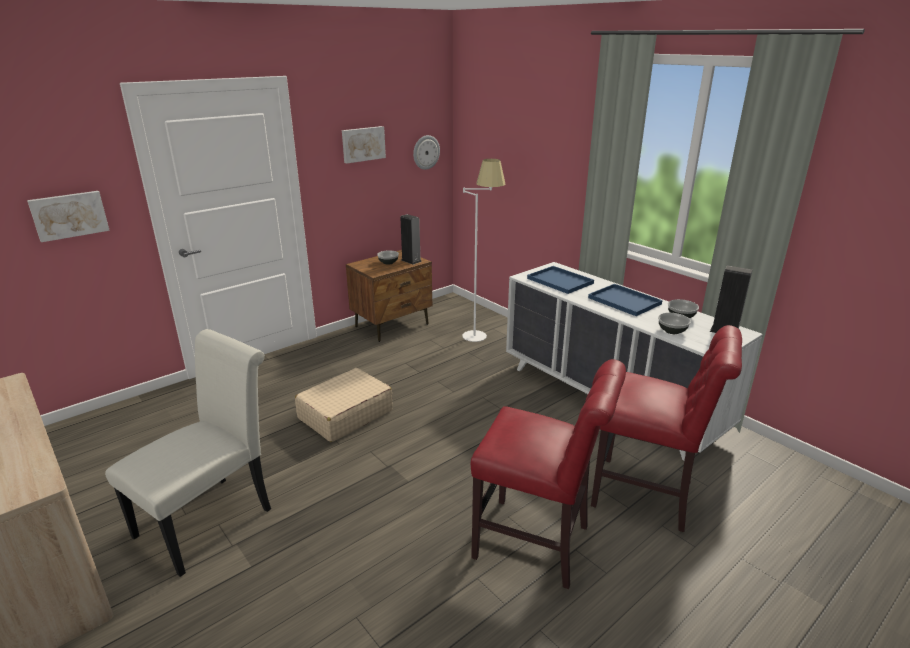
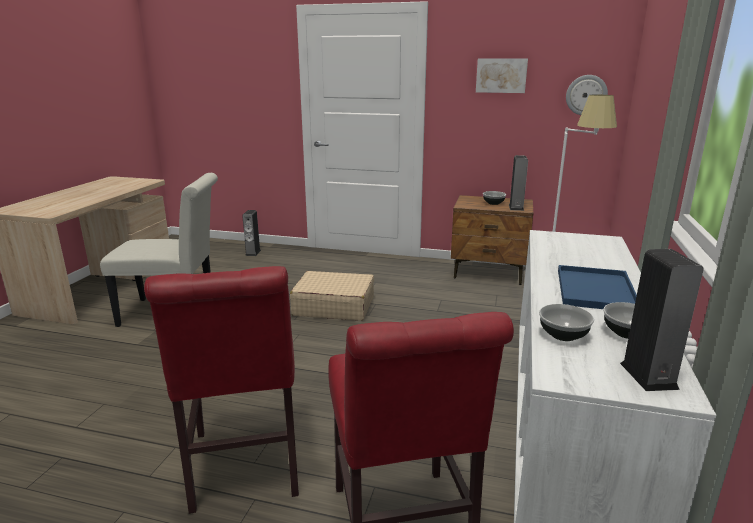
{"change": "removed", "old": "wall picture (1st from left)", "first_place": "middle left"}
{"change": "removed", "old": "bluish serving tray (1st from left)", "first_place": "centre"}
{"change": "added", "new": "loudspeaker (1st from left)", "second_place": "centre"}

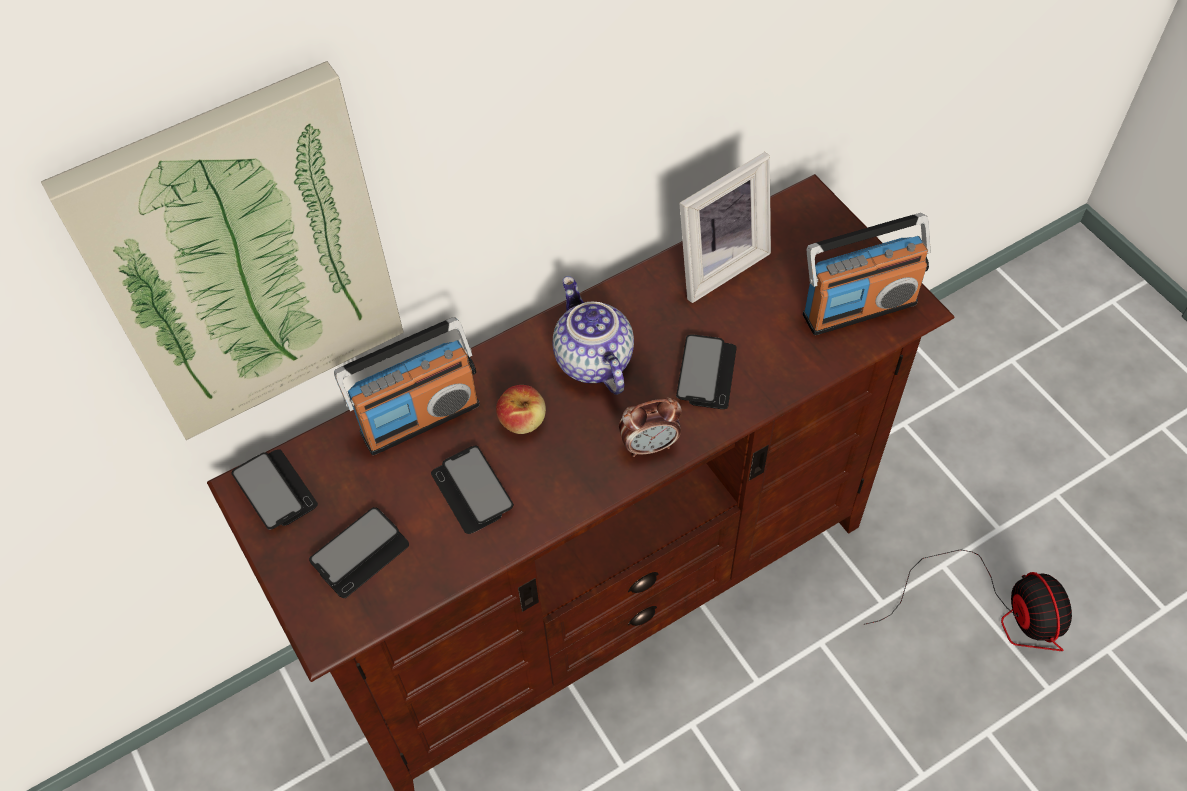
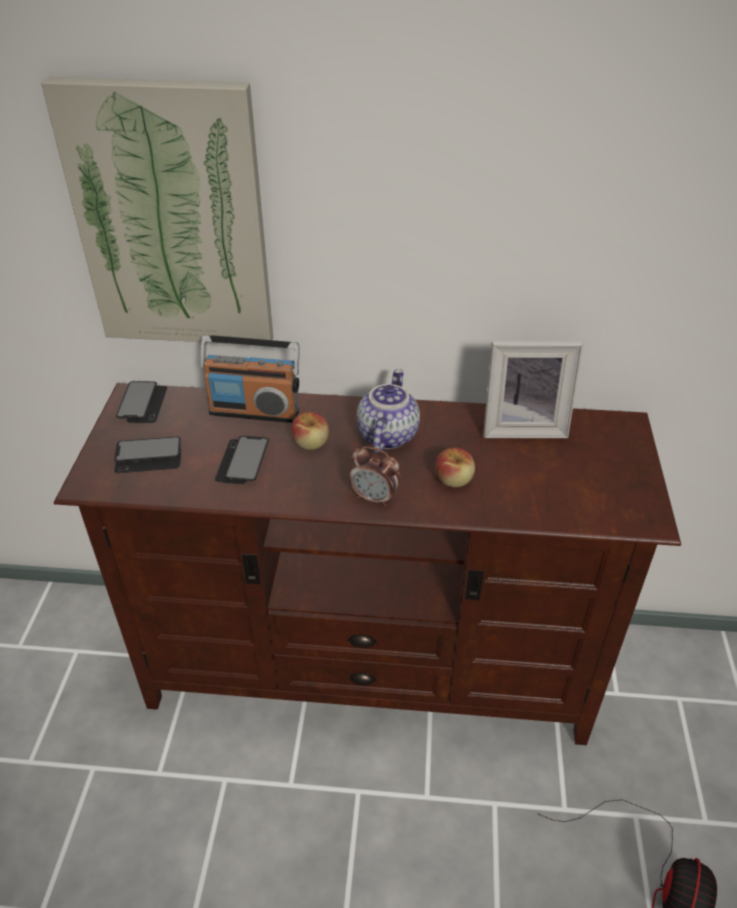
{"change": "removed", "old": "radio (2nd from left)", "first_place": "middle right"}
{"change": "replaced", "old": "telephone (4th from left)", "new": "apple (2nd from left)", "first_place": "centre", "second_place": "centre"}

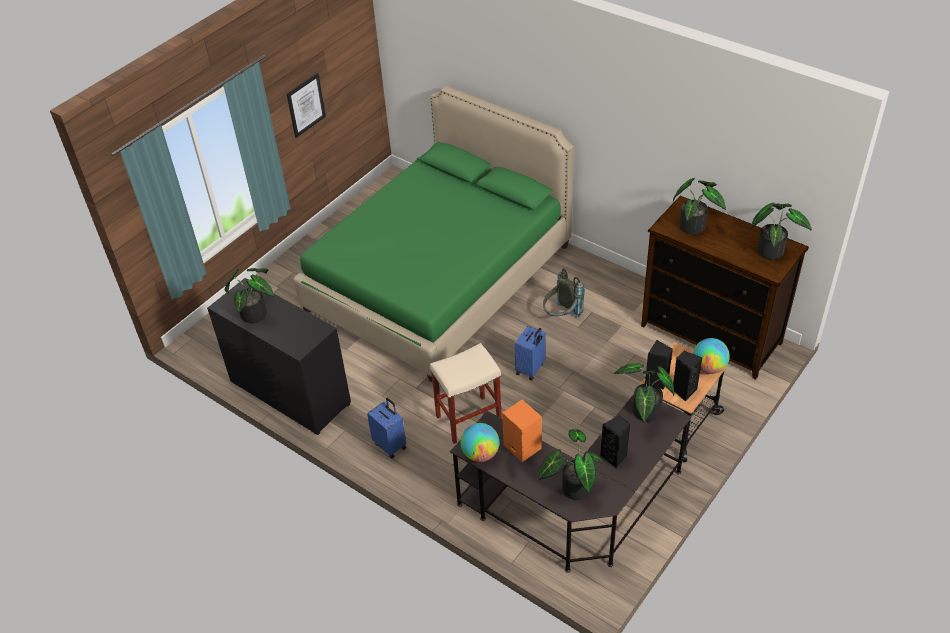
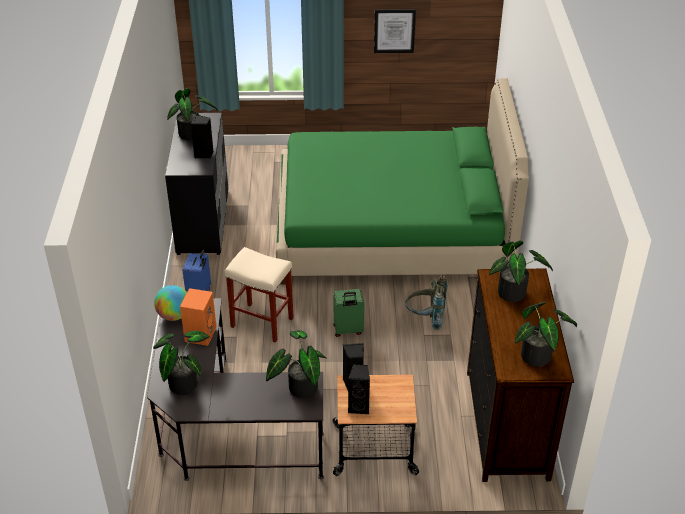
{"change": "recoloured", "old": "bluish suitcase (2nd from left)", "new": "greenish suitcase", "first_place": "centre", "second_place": "centre"}
{"change": "removed", "old": "world globe (2nd from left)", "first_place": "middle right"}
{"change": "moved", "old": "black loudspeaker (1st from left)", "first_place": "bottom centre", "second_place": "top left"}

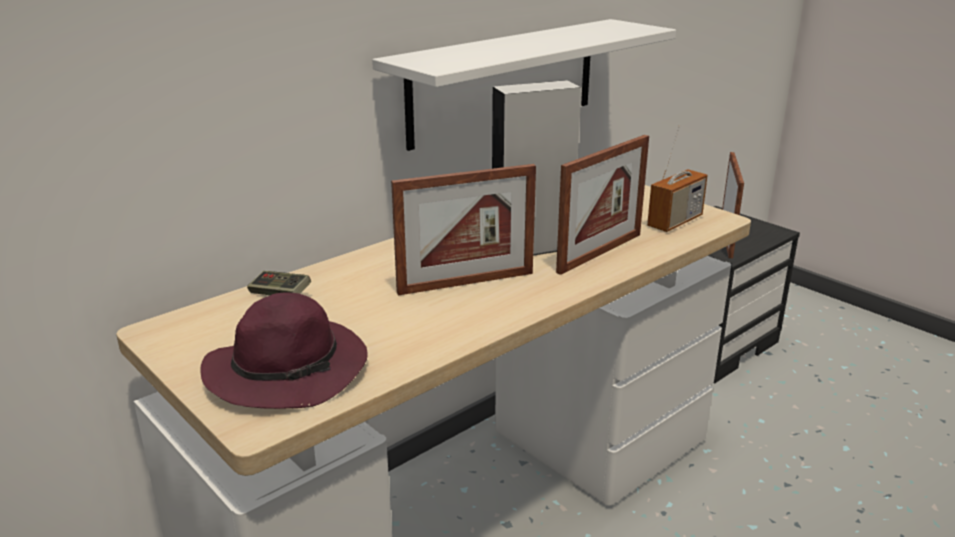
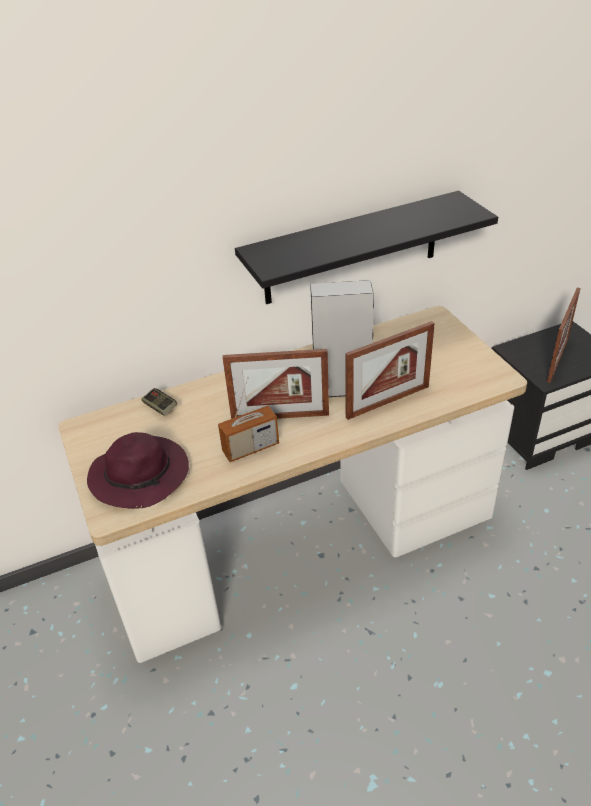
{"change": "recoloured", "old": "white wall shelf", "new": "black wall shelf", "first_place": "top centre", "second_place": "top centre"}
{"change": "moved", "old": "radio", "first_place": "top right", "second_place": "centre"}

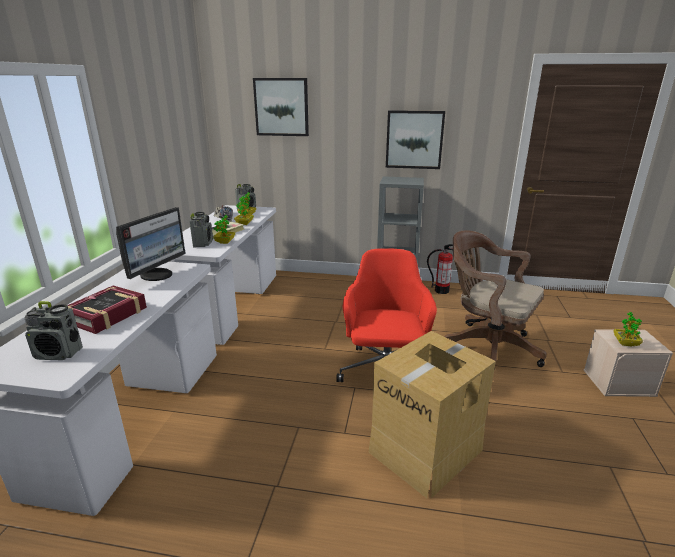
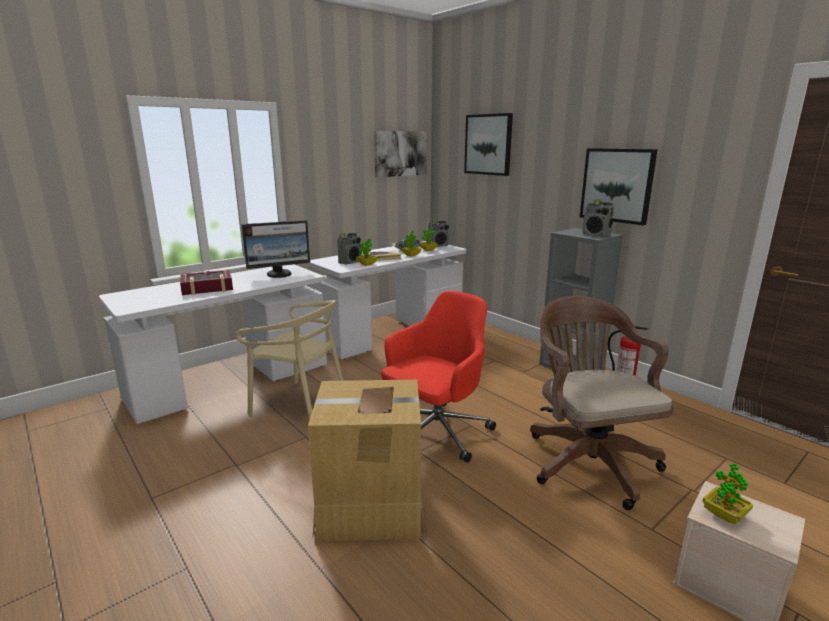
{"change": "moved", "old": "radio (1st from left in the first image)", "new": "radio (3rd from left)", "first_place": "middle left", "second_place": "middle right"}
{"change": "added", "new": "wall picture (1st from left)", "second_place": "top centre"}
{"change": "added", "new": "beige plain chair", "second_place": "centre"}

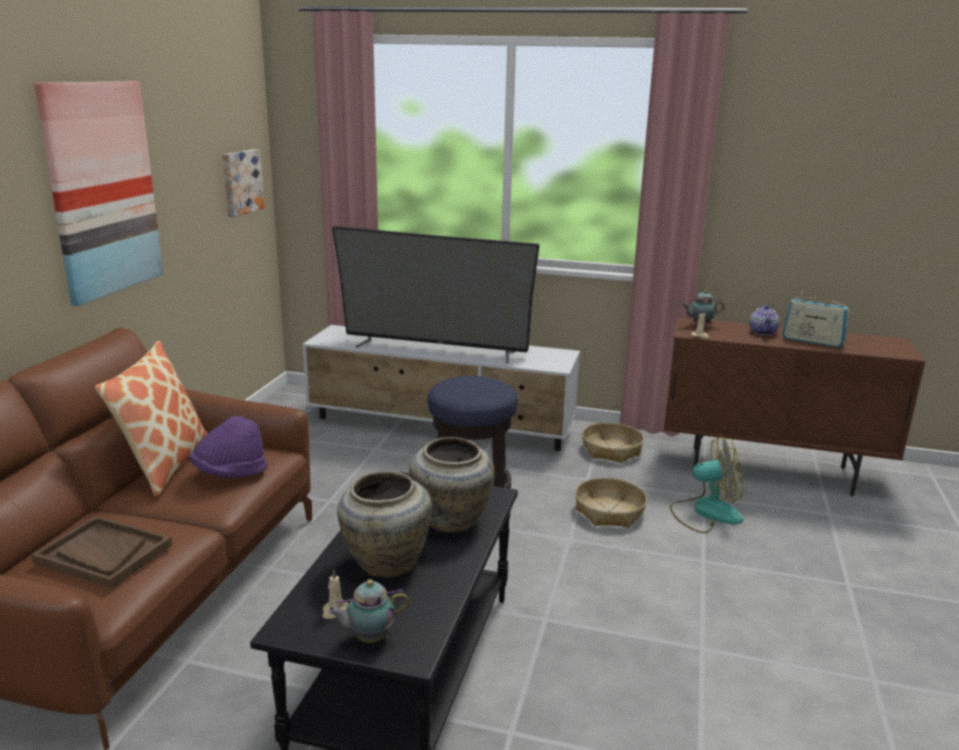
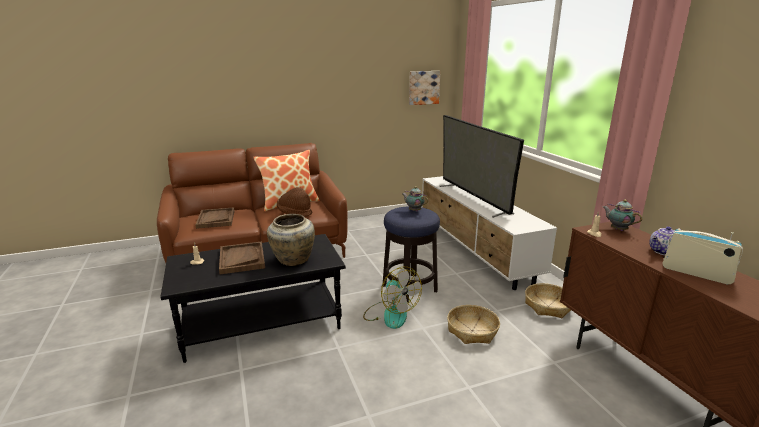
{"change": "removed", "old": "wall picture (1st from left)", "first_place": "top left"}
{"change": "turned", "old": "radio", "first_place": "middle right", "second_place": "middle right", "degrees": 135}
{"change": "recoloured", "old": "purple clothing hat", "new": "brown-coloured clothing hat", "first_place": "middle left", "second_place": "centre"}
{"change": "moved", "old": "fan", "first_place": "middle right", "second_place": "bottom centre"}
{"change": "replaced", "old": "beige flower vase (1st from left)", "new": "brown-coloured serving tray (2nd from left)", "first_place": "bottom centre", "second_place": "middle left"}
{"change": "moved", "old": "teapot (1st from left)", "first_place": "bottom centre", "second_place": "centre"}

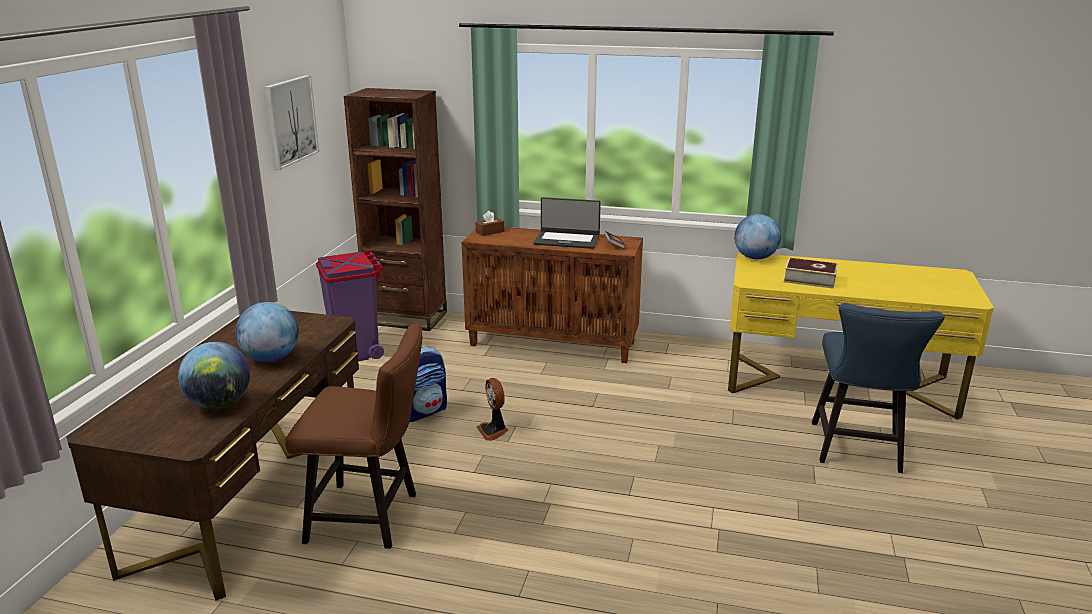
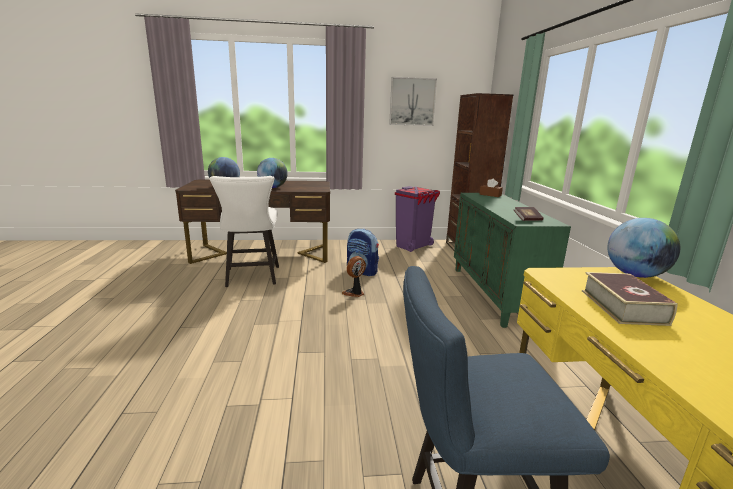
{"change": "removed", "old": "portable computer", "first_place": "centre"}
{"change": "recoloured", "old": "brown-coloured cupboard", "new": "greenish cupboard", "first_place": "centre", "second_place": "middle right"}
{"change": "recoloured", "old": "brown-coloured plain chair", "new": "white plain chair", "first_place": "bottom left", "second_place": "middle left"}

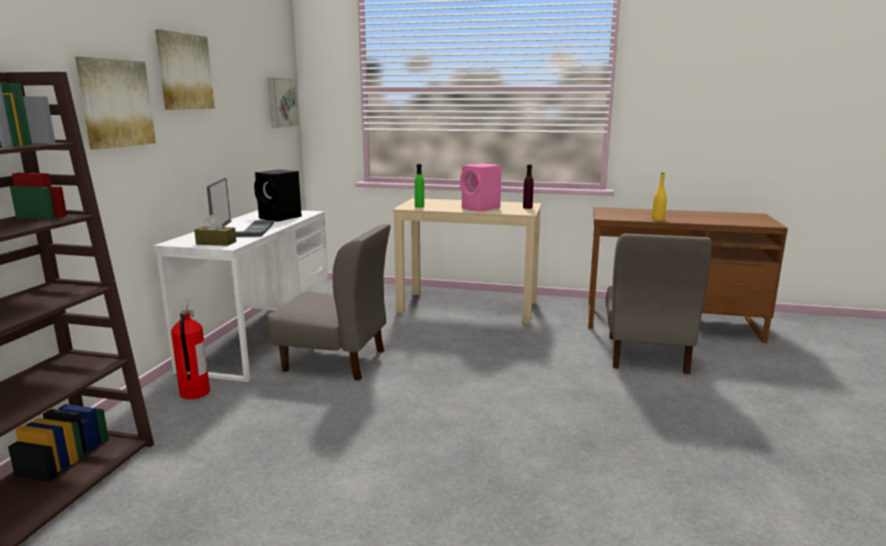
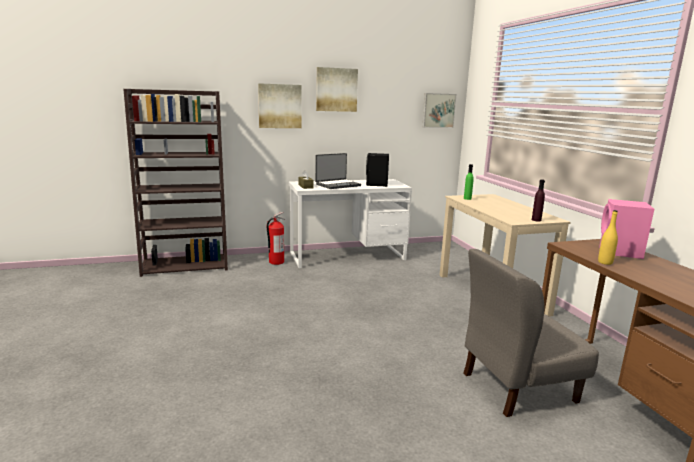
{"change": "moved", "old": "pinkish loudspeaker", "first_place": "centre", "second_place": "middle right"}
{"change": "removed", "old": "greyish plain chair (1st from left)", "first_place": "centre"}

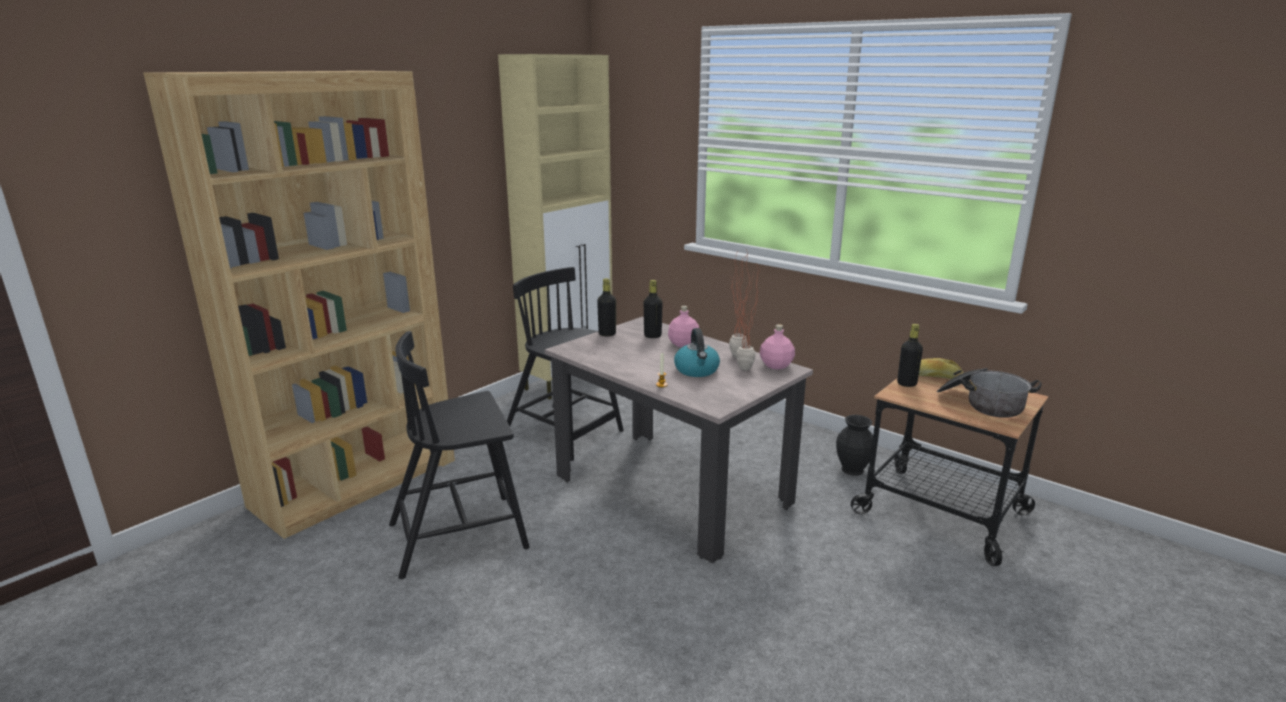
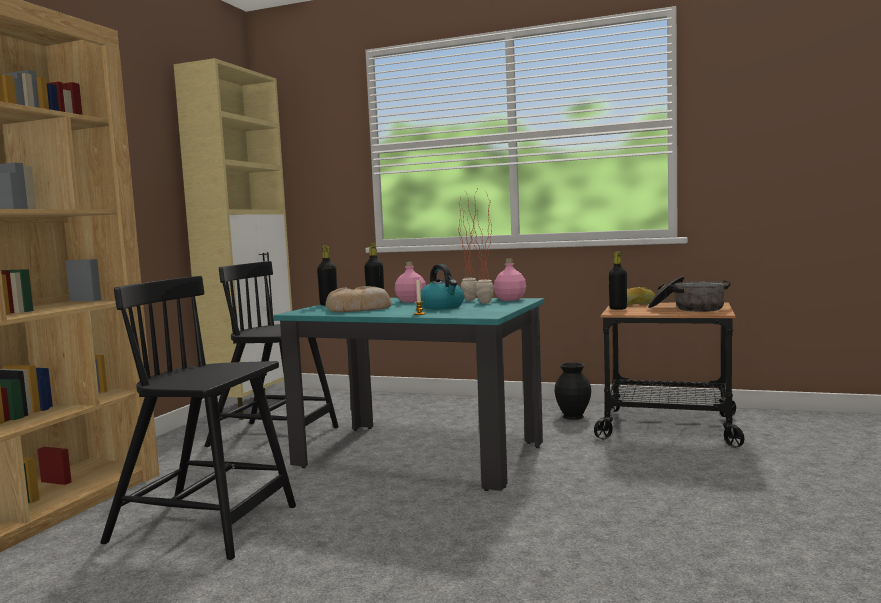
{"change": "recoloured", "old": "beige kitchen table", "new": "turquoise-coloured kitchen table", "first_place": "centre", "second_place": "centre"}
{"change": "turned", "old": "black plain chair (1st from left)", "first_place": "centre", "second_place": "bottom left", "degrees": 60}
{"change": "added", "new": "bakery bread (1st from left)", "second_place": "centre"}

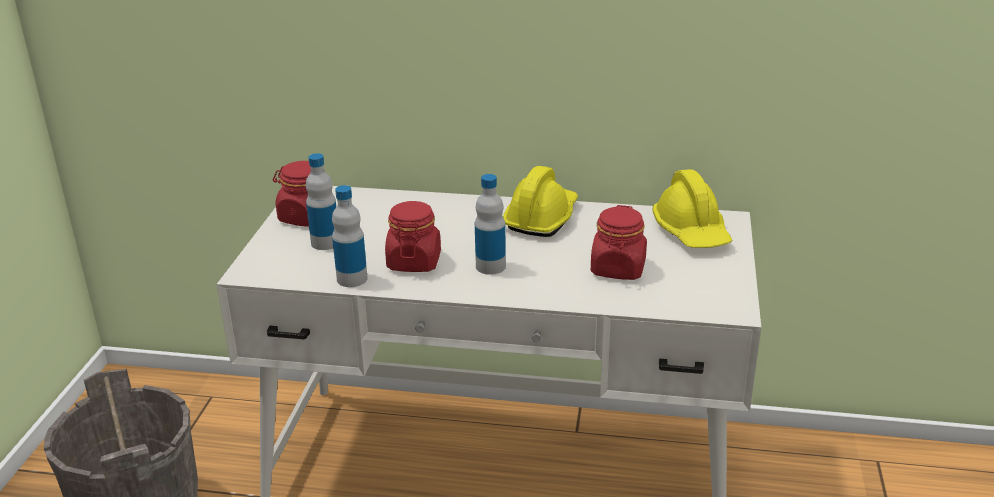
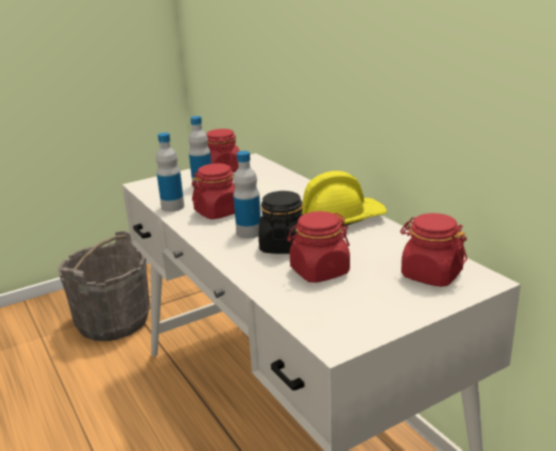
{"change": "replaced", "old": "yellow work helmet (2nd from left)", "new": "reddish preserve jar (4th from left)", "first_place": "middle right", "second_place": "middle right"}
{"change": "added", "new": "black preserve jar", "second_place": "centre"}

